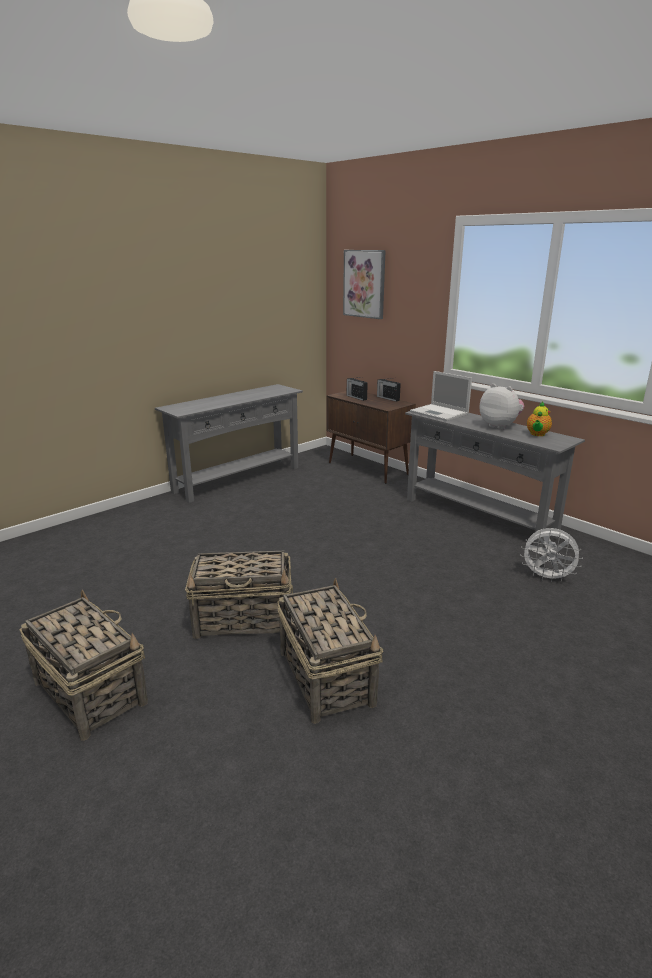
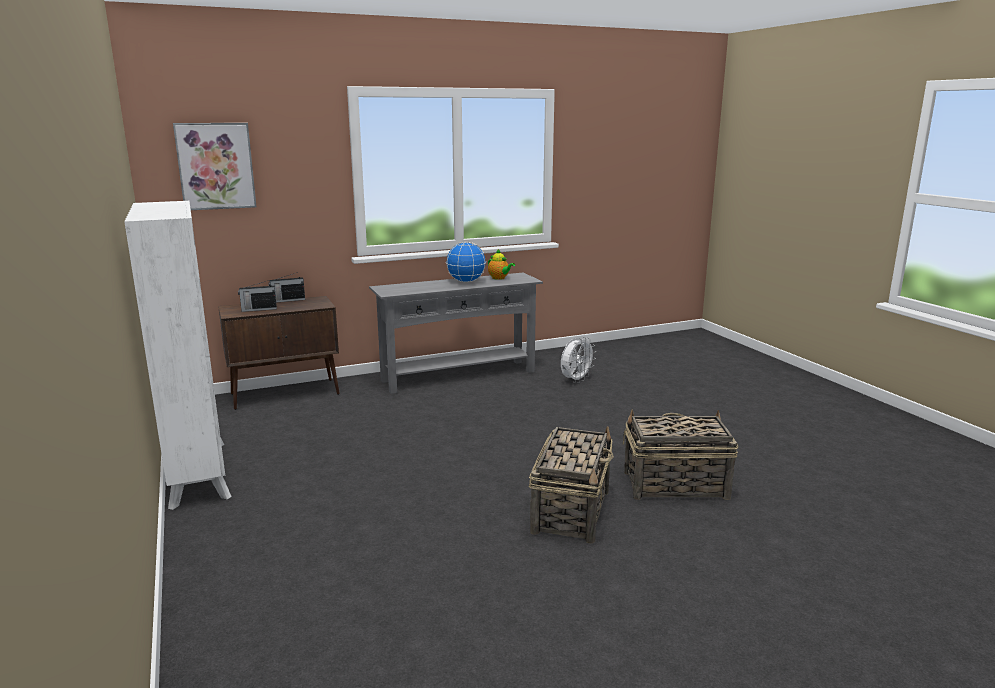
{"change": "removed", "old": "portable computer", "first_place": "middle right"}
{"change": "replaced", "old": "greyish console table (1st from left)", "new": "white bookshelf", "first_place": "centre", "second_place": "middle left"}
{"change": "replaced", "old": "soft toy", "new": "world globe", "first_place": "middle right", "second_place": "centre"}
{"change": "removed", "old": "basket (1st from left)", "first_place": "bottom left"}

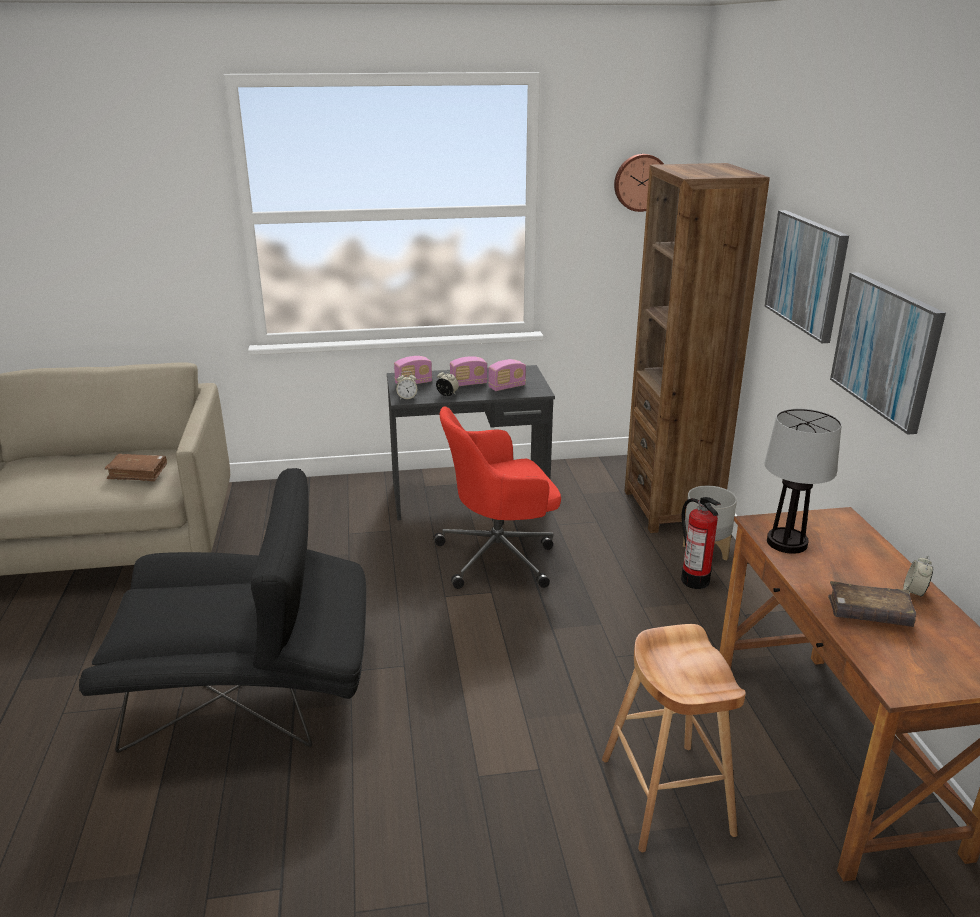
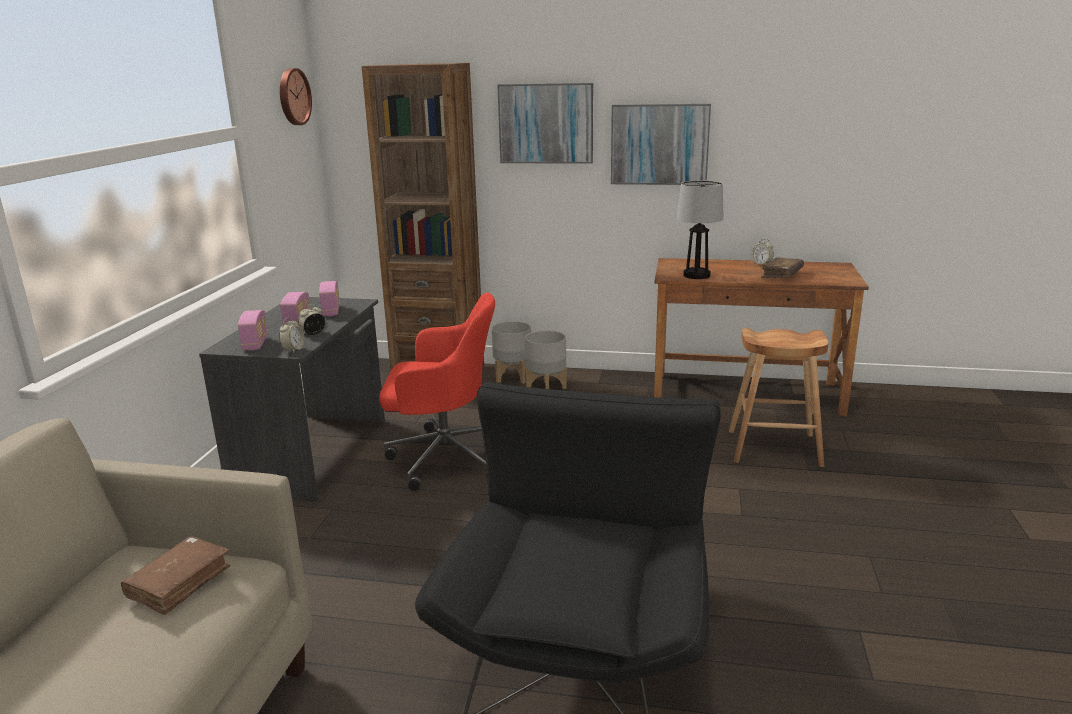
{"change": "turned", "old": "reddish desk chair", "first_place": "centre", "second_place": "centre", "degrees": -90}
{"change": "replaced", "old": "fire-fighting cylinder", "new": "greyish planter (2nd from left)", "first_place": "middle right", "second_place": "centre"}

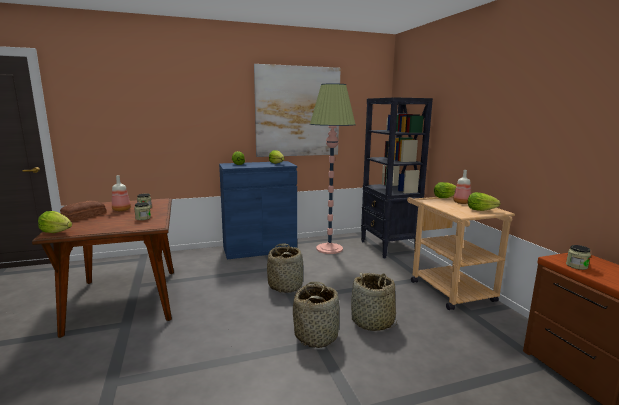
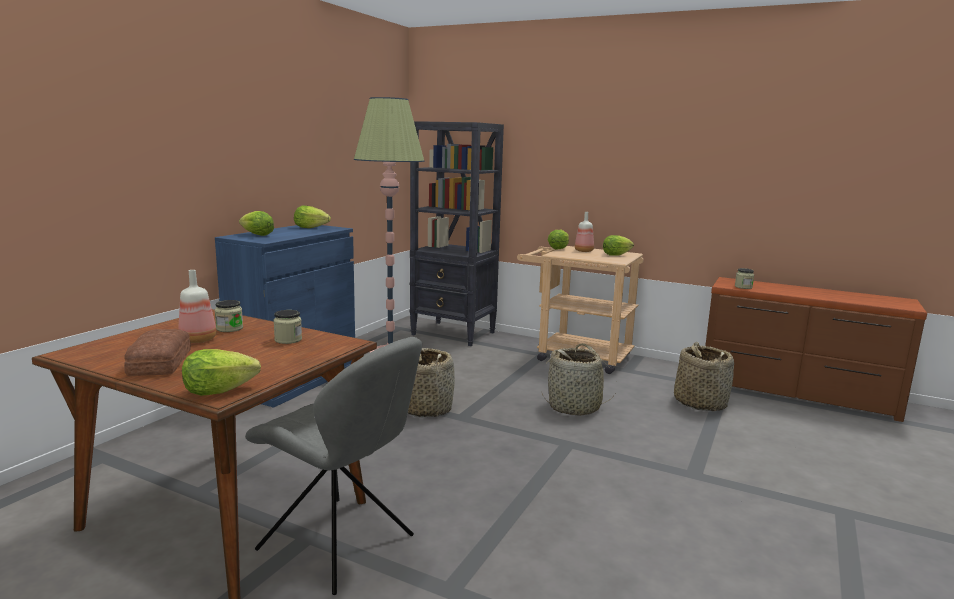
{"change": "removed", "old": "wall picture", "first_place": "top centre"}
{"change": "moved", "old": "basket (2nd from left in the first image)", "new": "basket (3rd from left)", "first_place": "bottom centre", "second_place": "middle right"}
{"change": "added", "new": "greyish plain chair", "second_place": "bottom centre"}

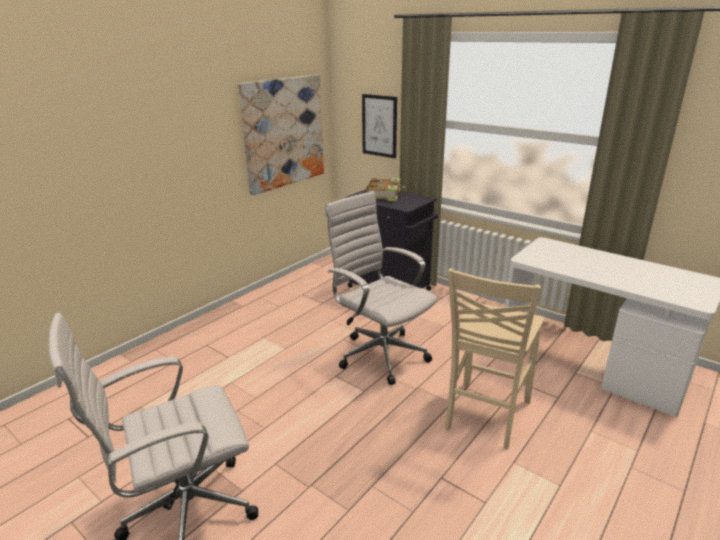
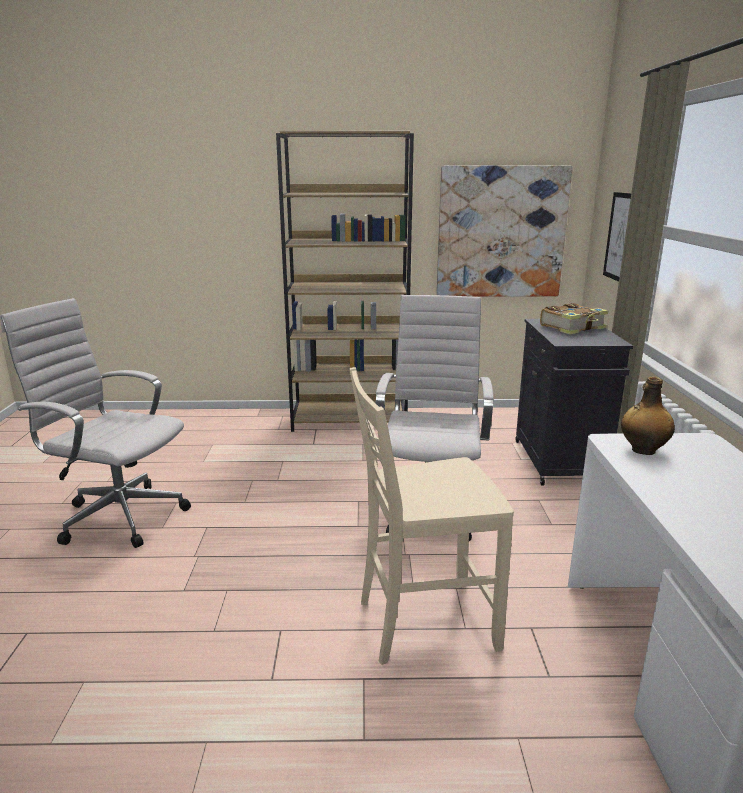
{"change": "added", "new": "brown-coloured bookshelf", "second_place": "centre"}
{"change": "added", "new": "drink bottle", "second_place": "middle right"}

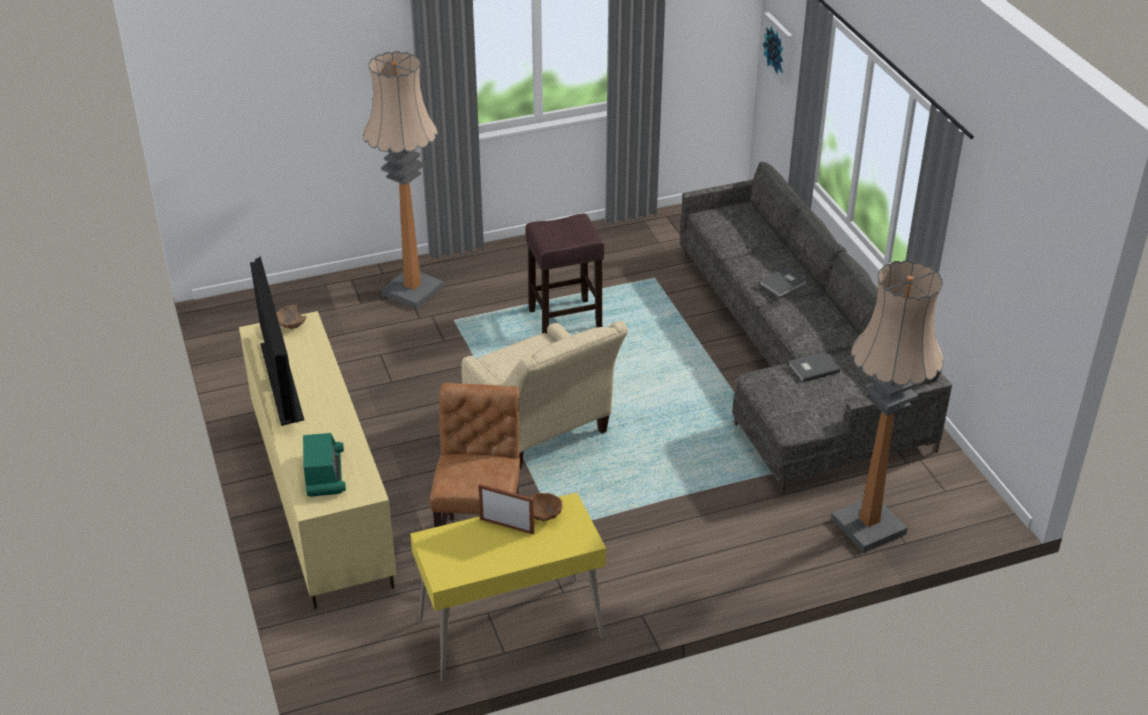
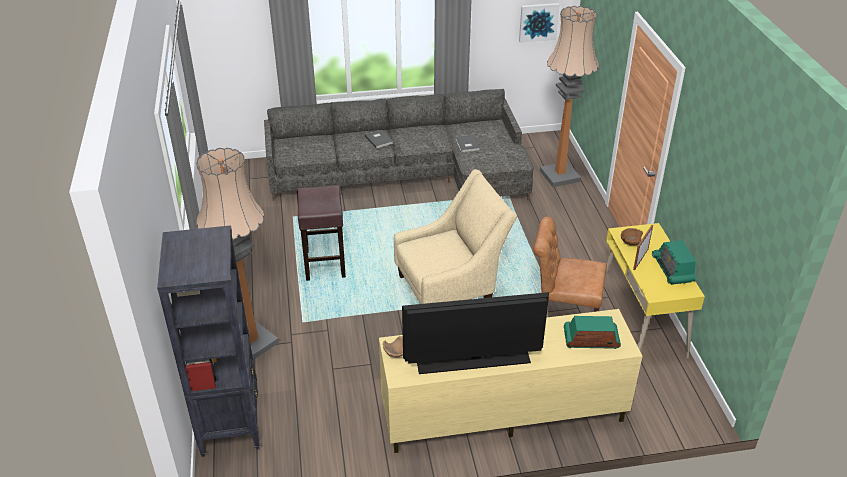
{"change": "moved", "old": "wall picture", "first_place": "top right", "second_place": "top centre"}
{"change": "added", "new": "black bookshelf", "second_place": "bottom left"}
{"change": "added", "new": "radio (2nd from left)", "second_place": "middle right"}

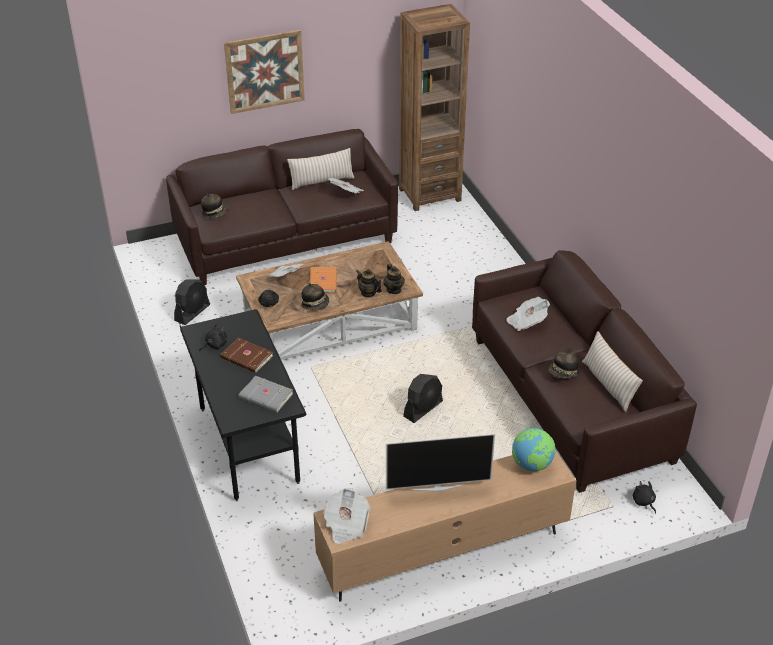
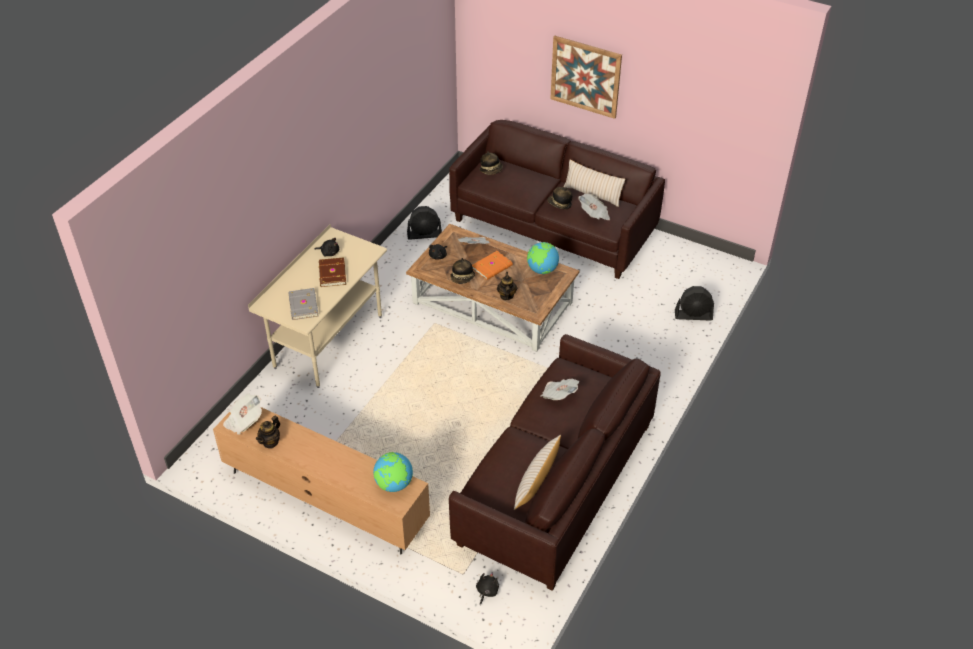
{"change": "removed", "old": "brown-coloured bookshelf", "first_place": "top centre"}
{"change": "moved", "old": "teapot (2nd from left in the first image)", "new": "teapot (1st from left)", "first_place": "centre", "second_place": "middle left"}
{"change": "recoloured", "old": "black desk unit", "new": "beige desk unit", "first_place": "middle left", "second_place": "middle left"}
{"change": "moved", "old": "clothing hat (3rd from left)", "first_place": "middle right", "second_place": "top centre"}
{"change": "moved", "old": "black fan (2nd from left)", "first_place": "centre", "second_place": "middle right"}
{"change": "removed", "old": "TV set", "first_place": "bottom centre"}
{"change": "added", "new": "world globe (2nd from left)", "second_place": "centre"}

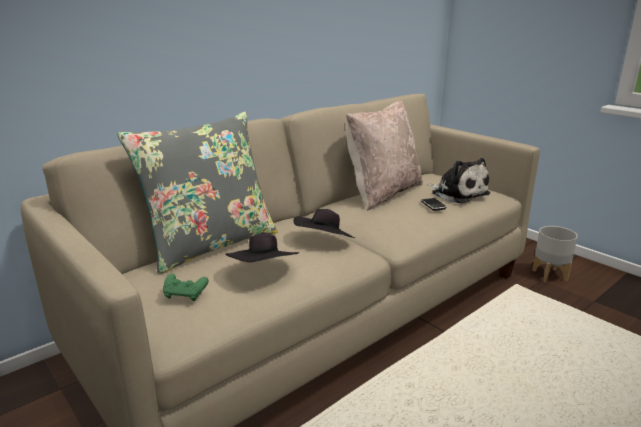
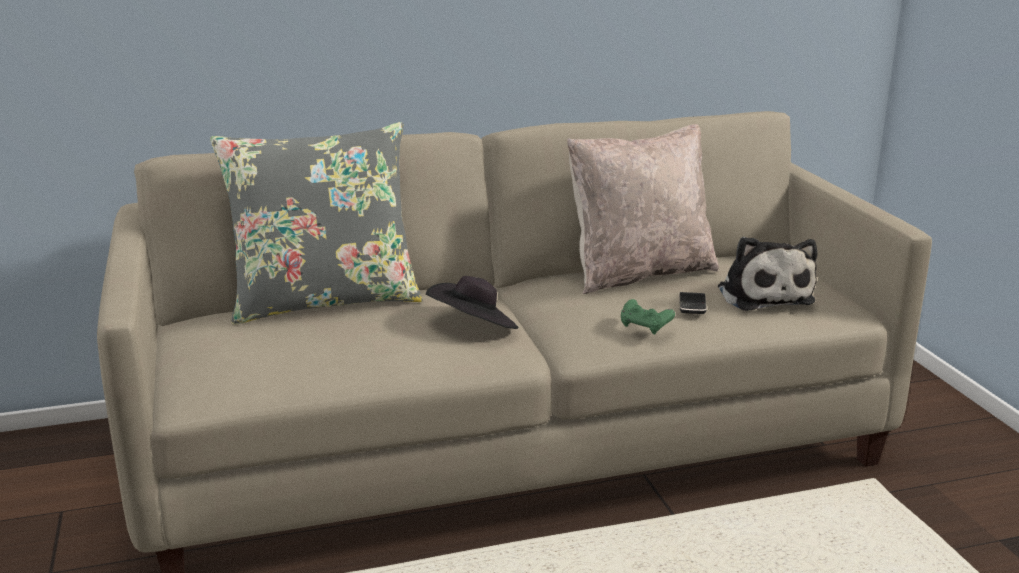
{"change": "removed", "old": "greyish planter", "first_place": "middle right"}
{"change": "removed", "old": "black clothing hat (1st from left)", "first_place": "centre"}
{"change": "moved", "old": "greenish game controller", "first_place": "bottom left", "second_place": "centre"}

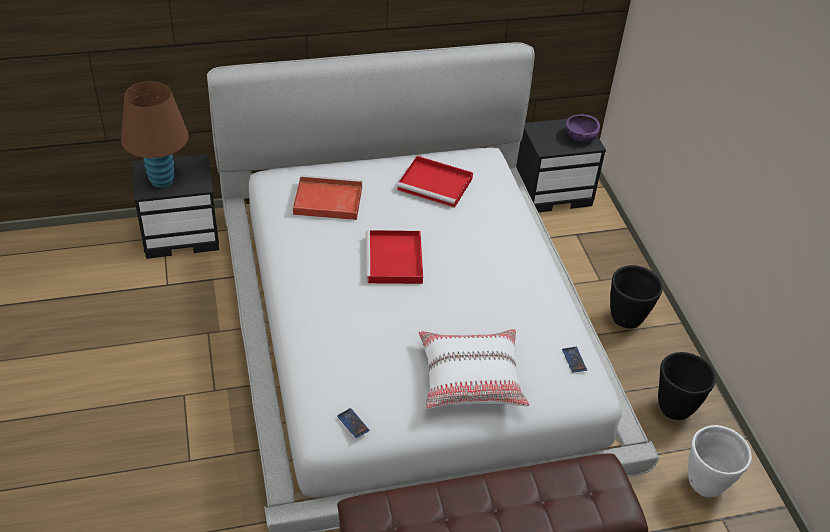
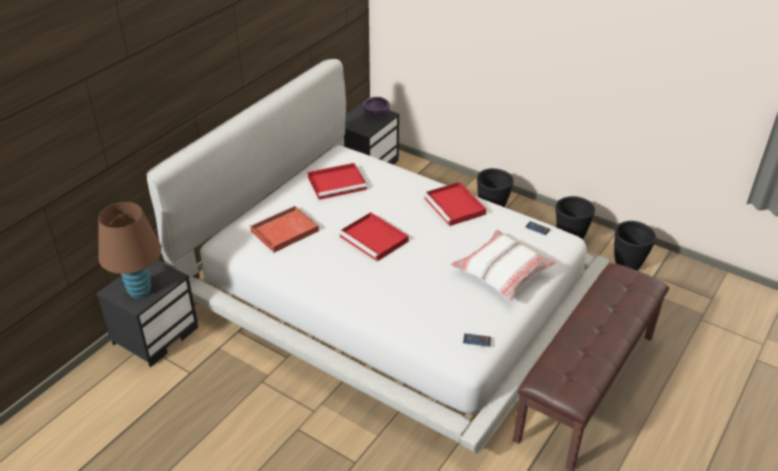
{"change": "recoloured", "old": "white planter", "new": "black planter (3rd from left)", "first_place": "bottom right", "second_place": "middle right"}
{"change": "added", "new": "reddish serving tray (4th from left)", "second_place": "centre"}

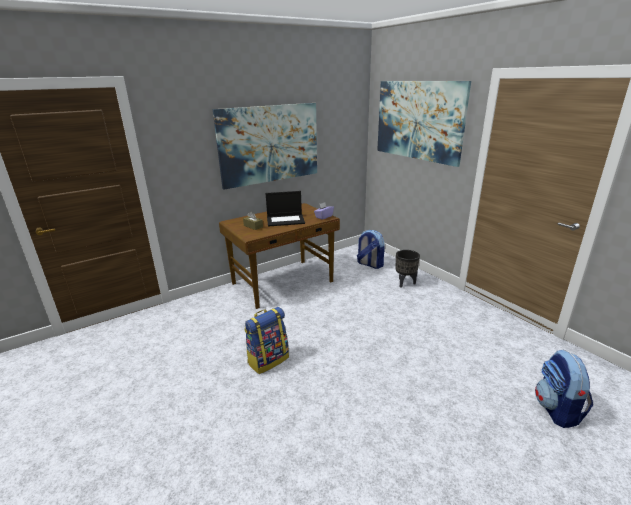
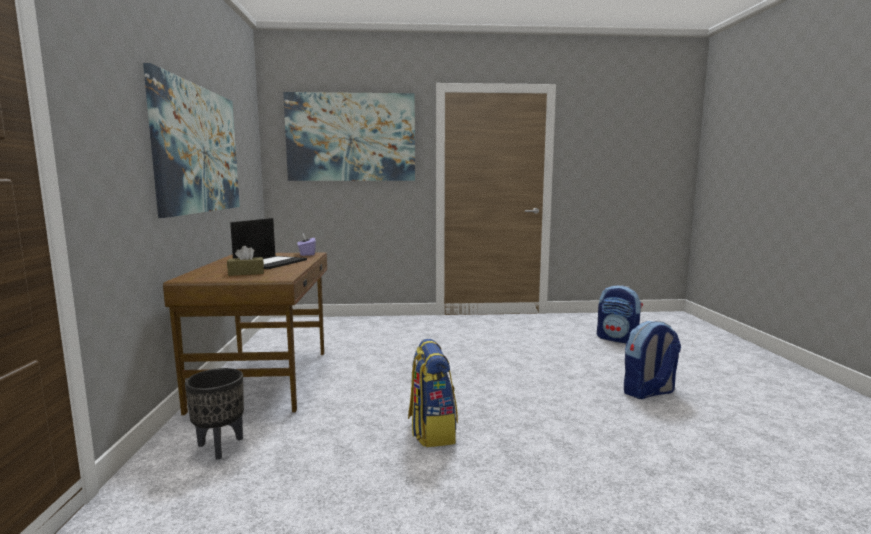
{"change": "moved", "old": "knapsack (2nd from left in the first image)", "new": "knapsack (3rd from left)", "first_place": "centre", "second_place": "bottom right"}
{"change": "moved", "old": "black planter", "first_place": "centre", "second_place": "bottom left"}

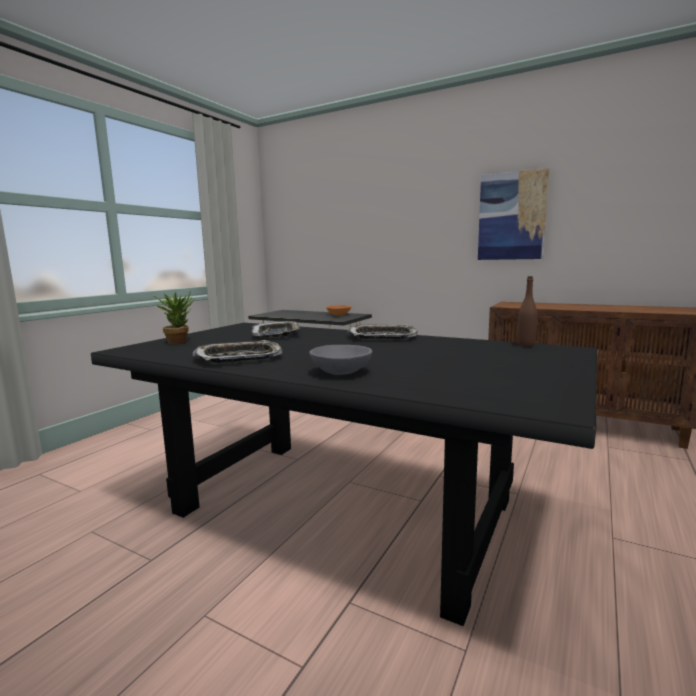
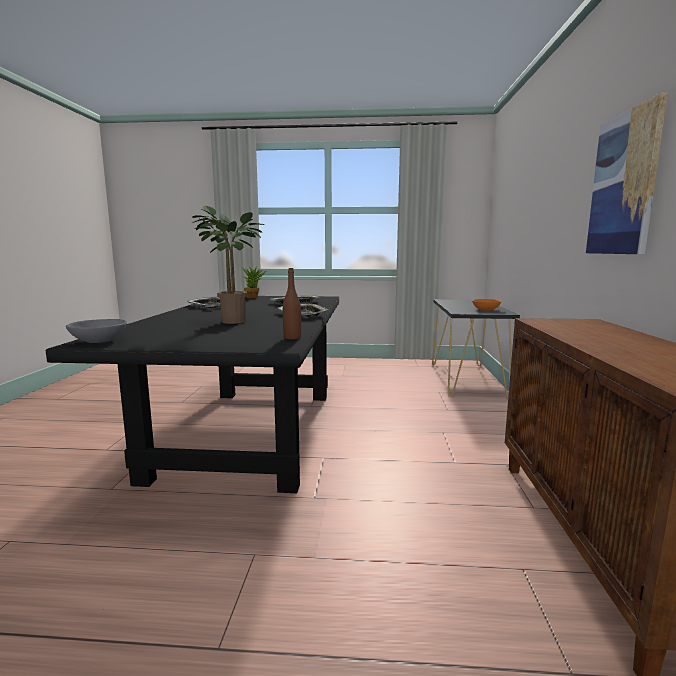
{"change": "moved", "old": "greyish bowl", "first_place": "centre", "second_place": "middle left"}
{"change": "added", "new": "potted plant (1st from left)", "second_place": "centre"}

